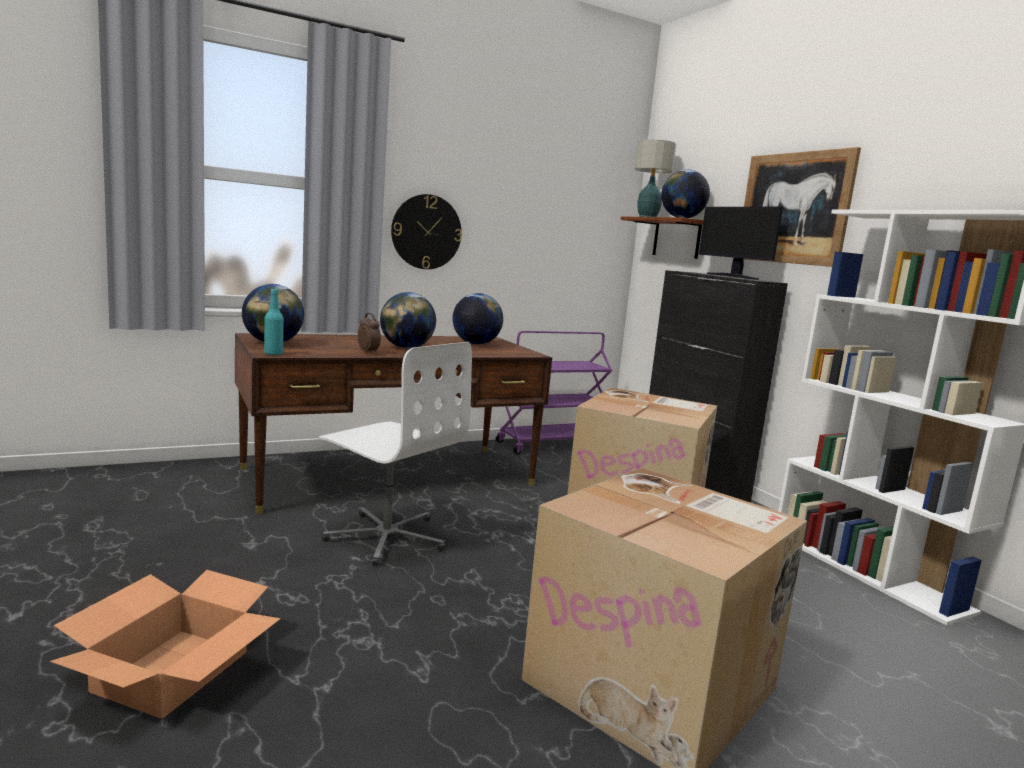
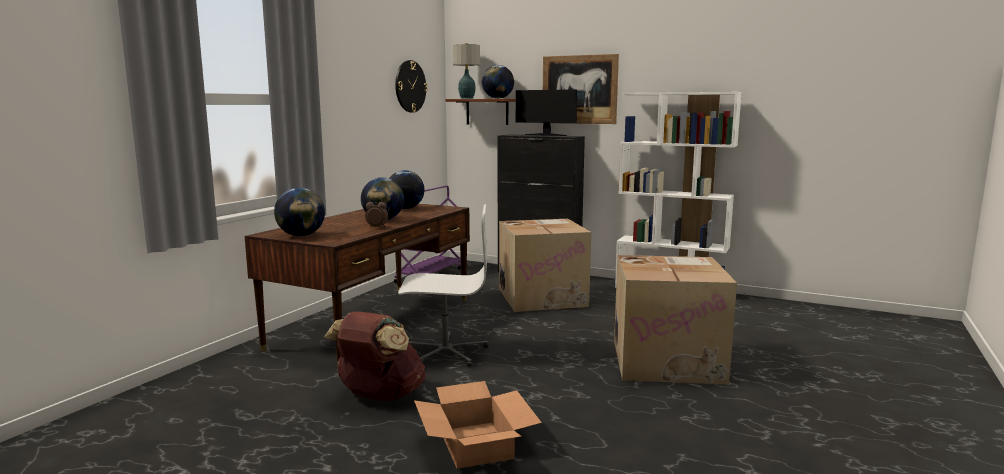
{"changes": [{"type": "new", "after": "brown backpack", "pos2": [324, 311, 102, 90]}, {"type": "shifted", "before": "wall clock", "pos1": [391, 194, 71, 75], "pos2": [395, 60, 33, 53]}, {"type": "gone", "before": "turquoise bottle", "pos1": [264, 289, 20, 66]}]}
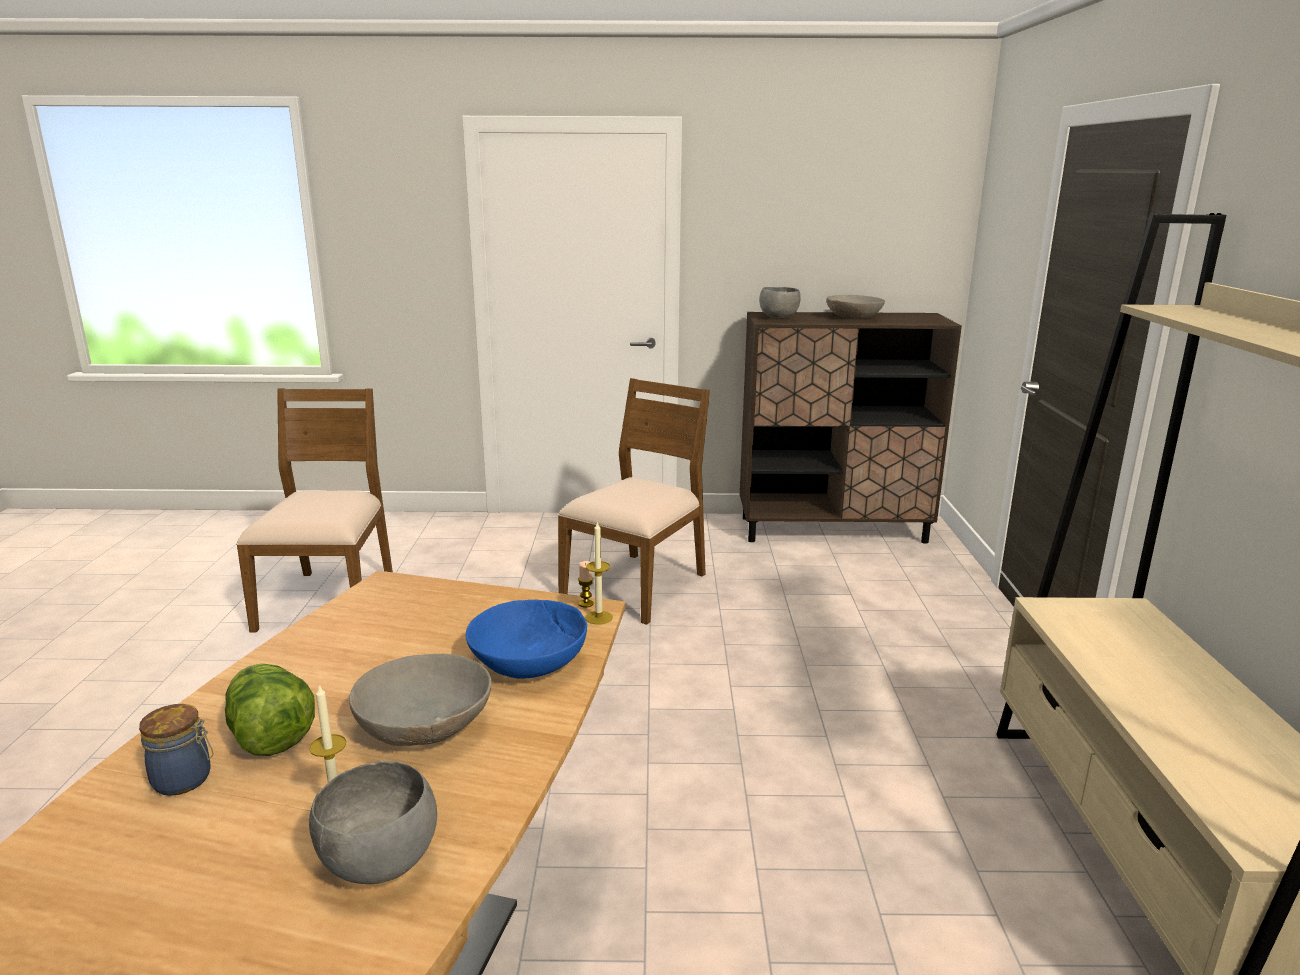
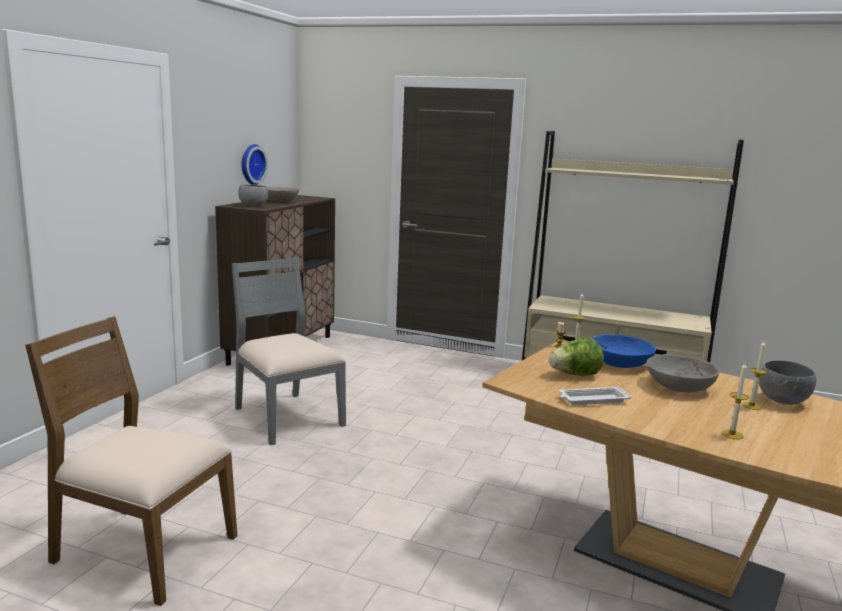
{"changes": [{"type": "repainted", "before": "brown chair", "after": "grey chair", "pos1": [558, 378, 152, 247], "pos2": [232, 257, 114, 188]}, {"type": "new", "after": "wall clock", "pos2": [241, 144, 27, 41]}, {"type": "shifted", "before": "lettuce", "pos1": [225, 663, 90, 93], "pos2": [549, 338, 55, 38]}, {"type": "new", "after": "white tray", "pos2": [559, 386, 73, 19]}, {"type": "swapped", "before": "jar", "after": "candle", "pos1": [139, 704, 75, 92], "pos2": [721, 363, 28, 76]}]}
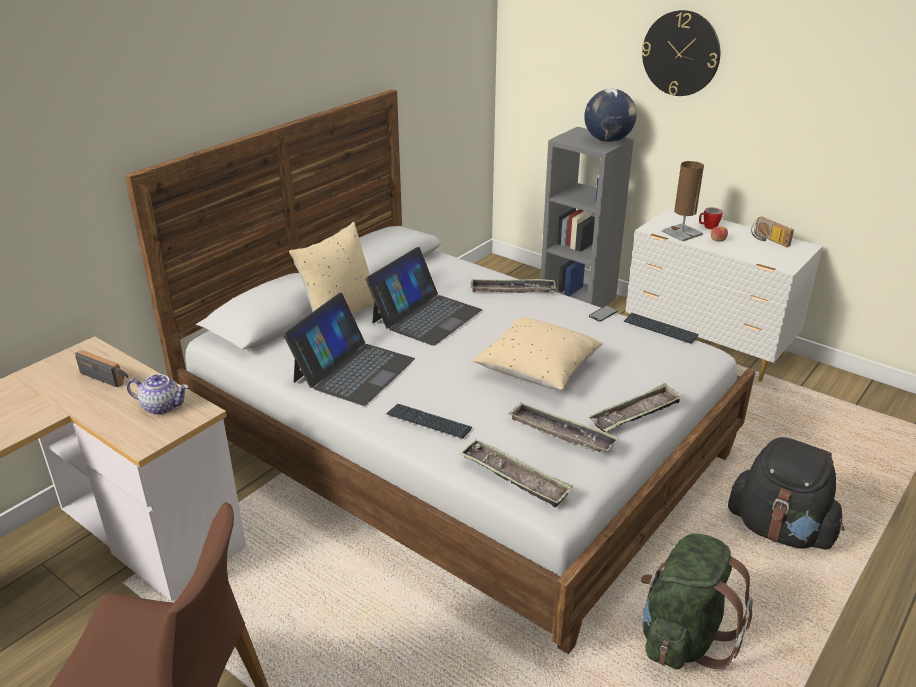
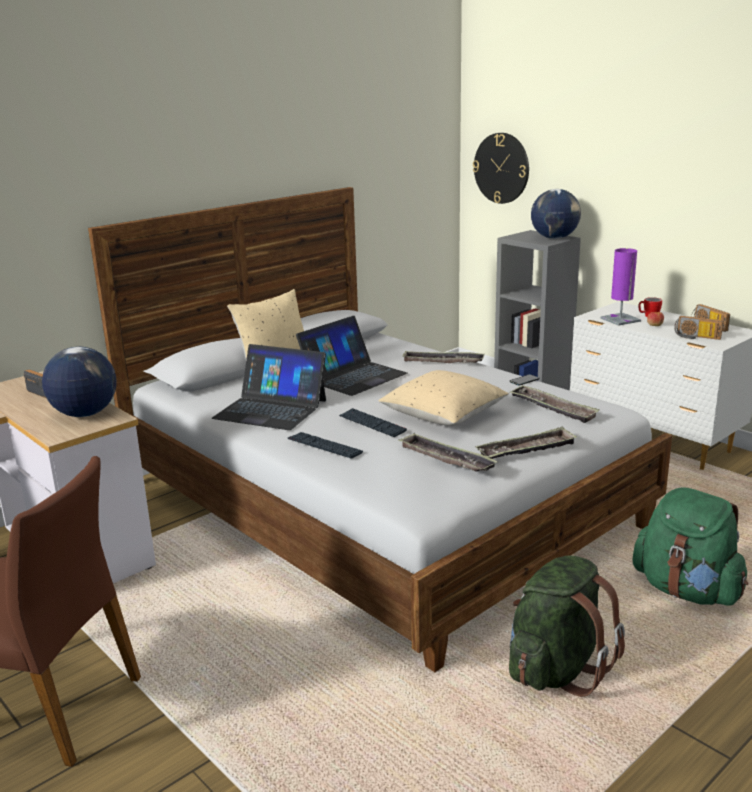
{"changes": [{"type": "swapped", "before": "teapot", "after": "globe", "pos1": [127, 374, 61, 41], "pos2": [42, 347, 75, 70]}, {"type": "rotated", "before": "laptop", "pos1": [283, 293, 132, 113], "pos2": [212, 344, 114, 86], "turn": 75}, {"type": "shifted", "before": "keyboard", "pos1": [624, 313, 74, 31], "pos2": [339, 408, 68, 29]}, {"type": "shifted", "before": "wall clock", "pos1": [642, 10, 78, 86], "pos2": [473, 133, 56, 71]}, {"type": "shifted", "before": "tray", "pos1": [459, 439, 114, 69], "pos2": [510, 385, 90, 38]}, {"type": "repainted", "before": "brown table lamp", "after": "purple table lamp", "pos1": [662, 161, 42, 81], "pos2": [600, 248, 41, 78]}, {"type": "repainted", "before": "black backpack", "after": "green backpack", "pos1": [728, 437, 117, 112], "pos2": [633, 487, 115, 119]}, {"type": "new", "after": "radio", "pos2": [674, 316, 49, 24]}]}
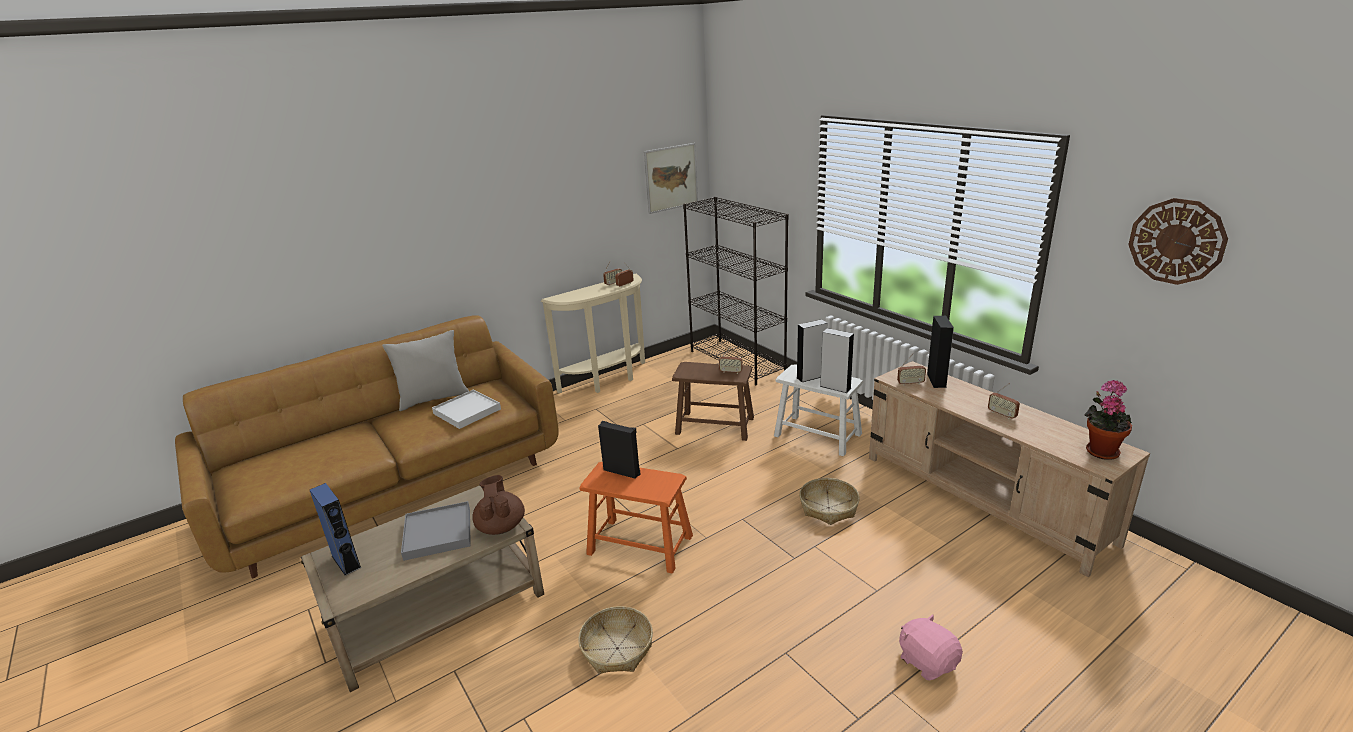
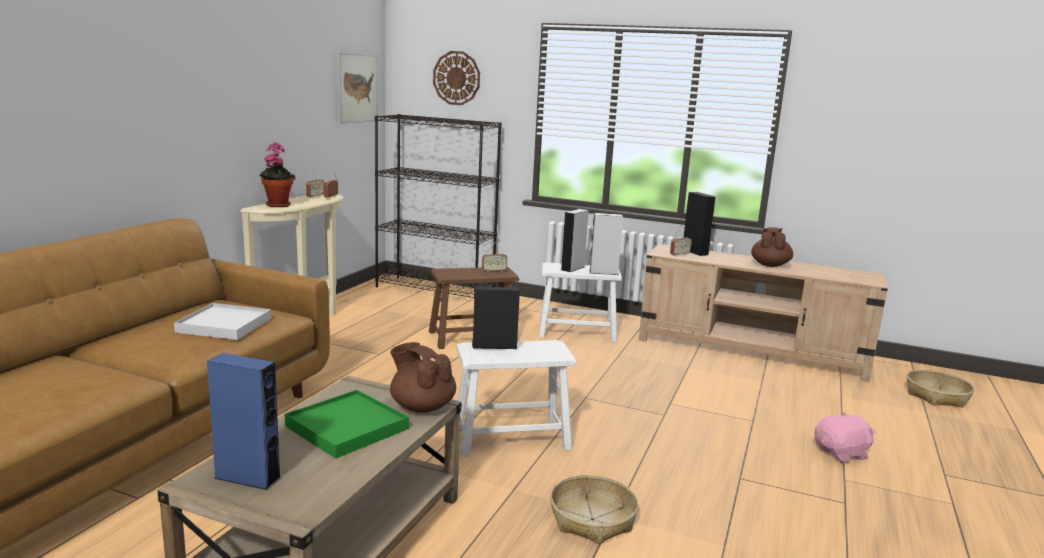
{"changes": [{"type": "shifted", "before": "potted plant", "pos1": [1085, 380, 47, 80], "pos2": [260, 142, 35, 65]}, {"type": "repainted", "before": "grey tray", "after": "green tray", "pos1": [401, 501, 70, 60], "pos2": [285, 390, 124, 69]}, {"type": "shifted", "before": "wall clock", "pos1": [1128, 198, 100, 87], "pos2": [433, 51, 47, 54]}, {"type": "repainted", "before": "orange stool", "after": "white stool", "pos1": [580, 462, 113, 111], "pos2": [456, 340, 120, 117]}, {"type": "swapped", "before": "radio", "after": "brown teapot", "pos1": [988, 383, 32, 36], "pos2": [751, 227, 42, 40]}, {"type": "rotated", "before": "pink plush toy", "pos1": [899, 614, 64, 66], "pos2": [814, 412, 63, 51], "turn": 135}, {"type": "shifted", "before": "basket", "pos1": [799, 478, 61, 47], "pos2": [907, 369, 68, 39]}, {"type": "gone", "before": "grey pillow", "pos1": [382, 330, 87, 81]}]}
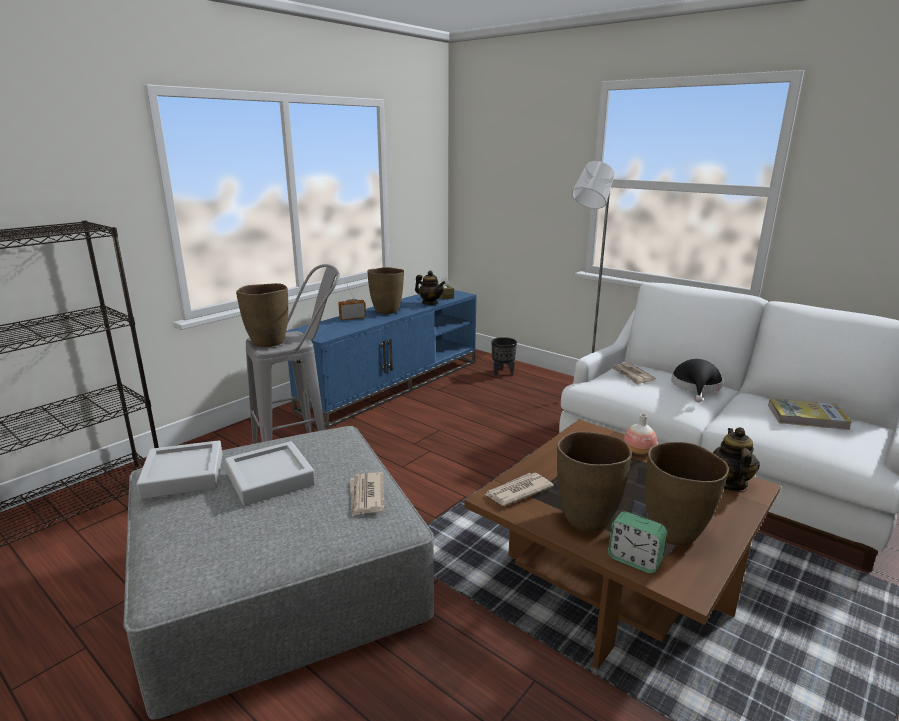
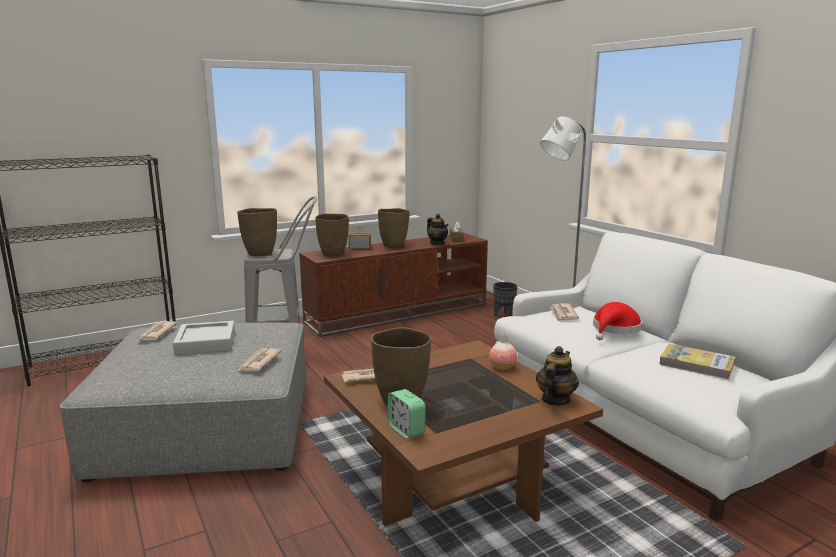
{"changes": [{"type": "swapped", "before": "grey tray", "after": "newspaper", "pos1": [136, 440, 86, 59], "pos2": [137, 321, 40, 20]}, {"type": "repainted", "before": "blue tv stand", "after": "brown tv stand", "pos1": [286, 290, 191, 139], "pos2": [299, 233, 189, 104]}, {"type": "shifted", "before": "brown vase", "pos1": [645, 442, 84, 104], "pos2": [315, 214, 34, 43]}, {"type": "repainted", "before": "black hat", "after": "red hat", "pos1": [671, 359, 52, 44], "pos2": [593, 302, 49, 38]}]}
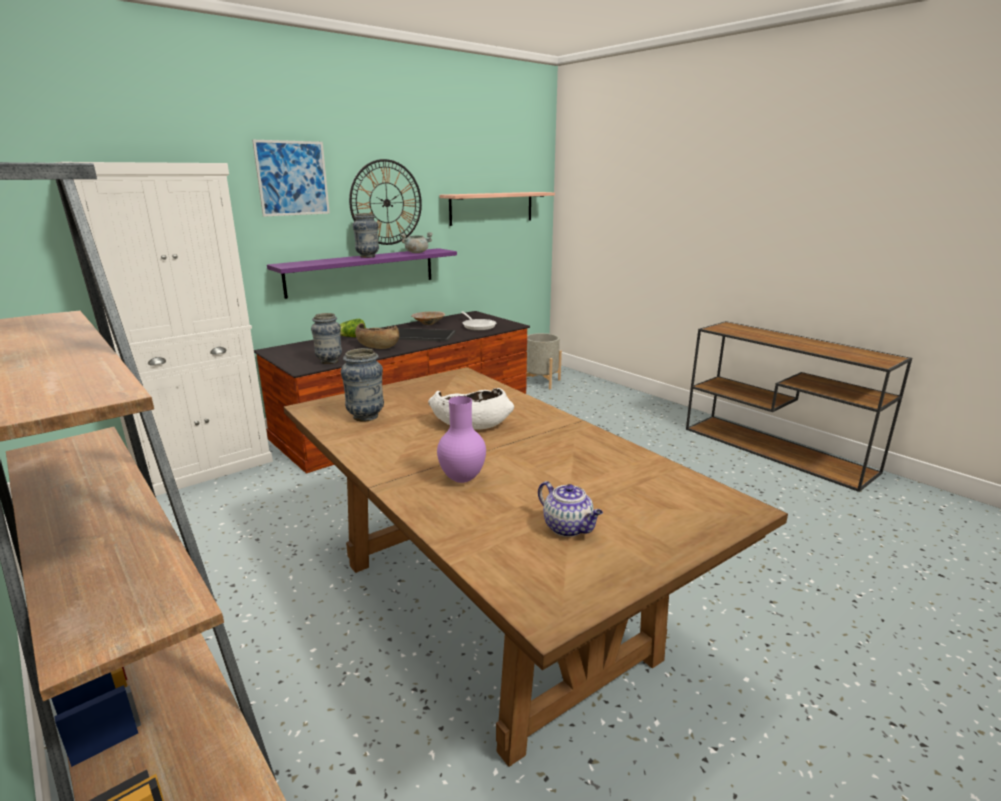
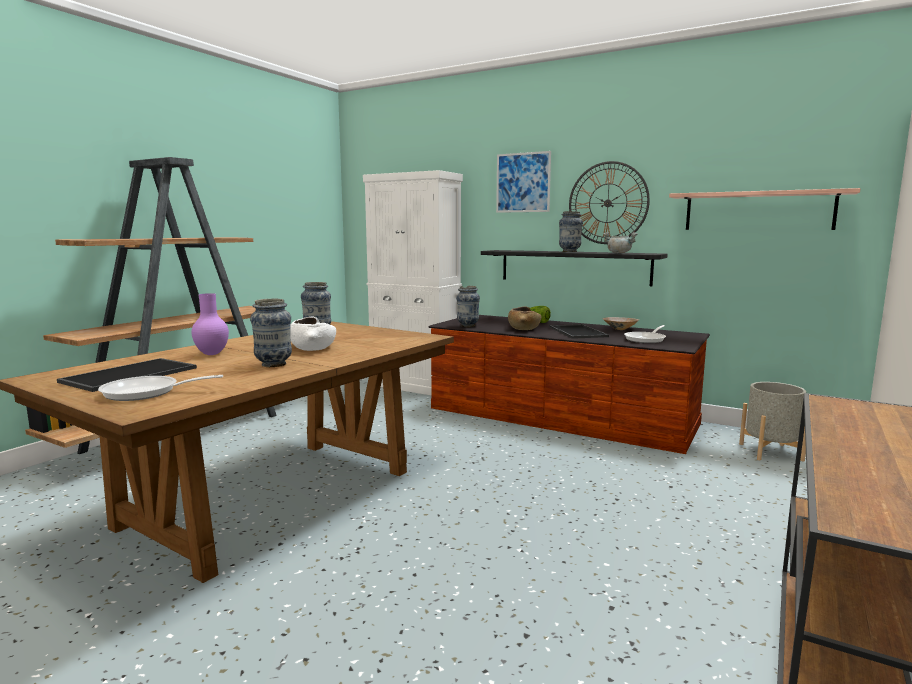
{"changes": [{"type": "swapped", "before": "teapot", "after": "tray", "pos1": [538, 481, 65, 56], "pos2": [57, 358, 140, 34]}, {"type": "new", "after": "frying pan", "pos2": [98, 375, 125, 26]}, {"type": "new", "after": "vase", "pos2": [250, 299, 42, 68]}, {"type": "repainted", "before": "purple shelf", "after": "black shelf", "pos1": [267, 248, 190, 51], "pos2": [481, 250, 187, 36]}]}
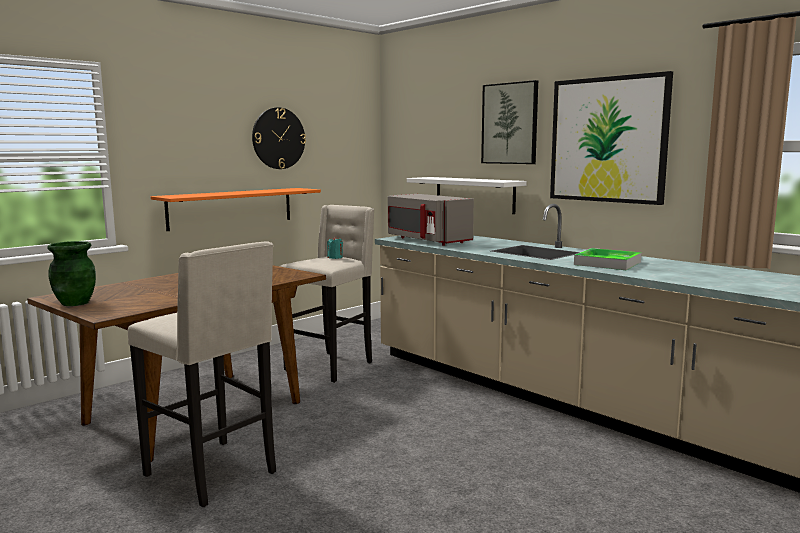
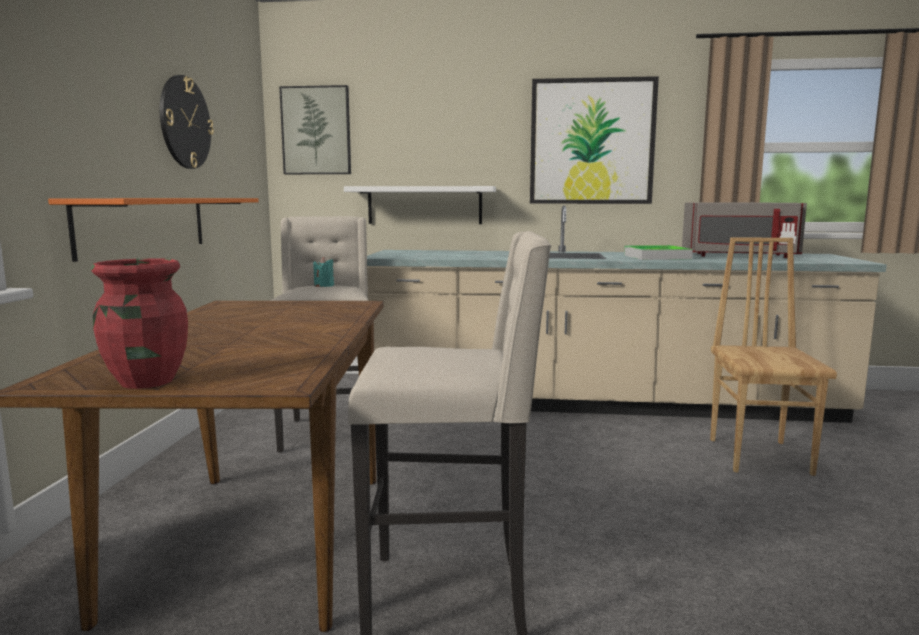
{"changes": [{"type": "repainted", "before": "green vase", "after": "red vase", "pos1": [47, 241, 49, 65], "pos2": [91, 258, 97, 131]}, {"type": "shifted", "before": "picture", "pos1": [481, 80, 57, 84], "pos2": [279, 85, 72, 89]}, {"type": "shifted", "before": "grey microwave", "pos1": [388, 194, 86, 52], "pos2": [682, 202, 125, 56]}, {"type": "new", "after": "brown chair", "pos2": [710, 237, 127, 239]}]}
